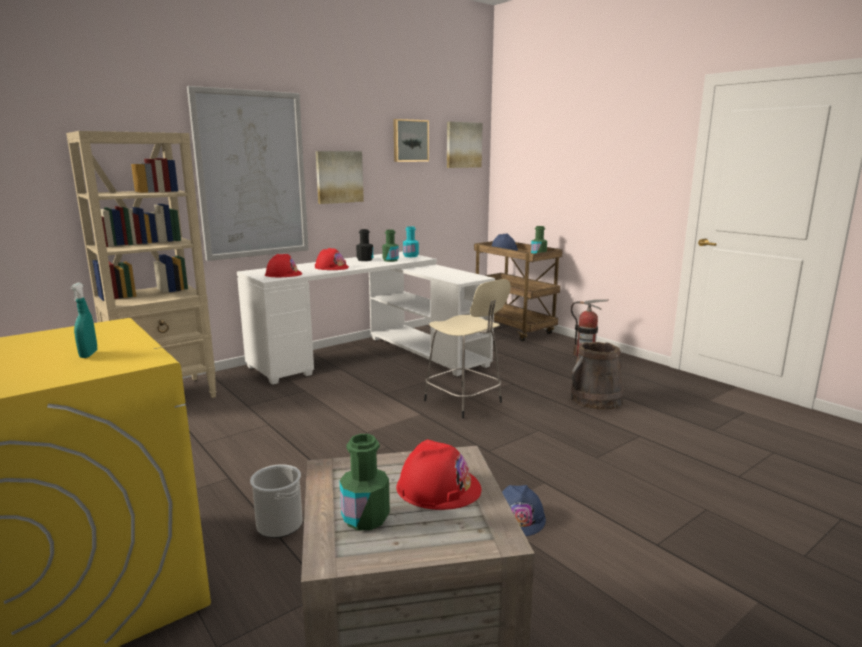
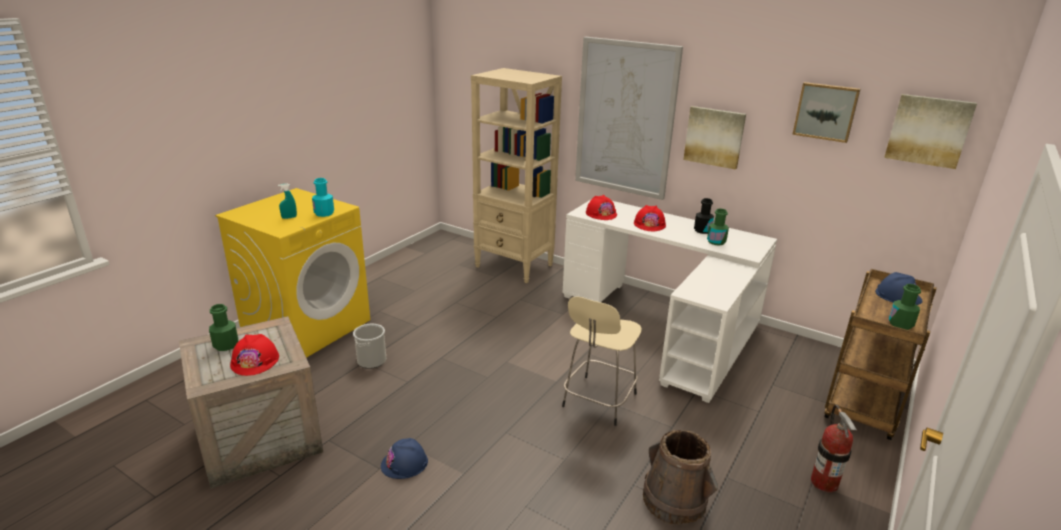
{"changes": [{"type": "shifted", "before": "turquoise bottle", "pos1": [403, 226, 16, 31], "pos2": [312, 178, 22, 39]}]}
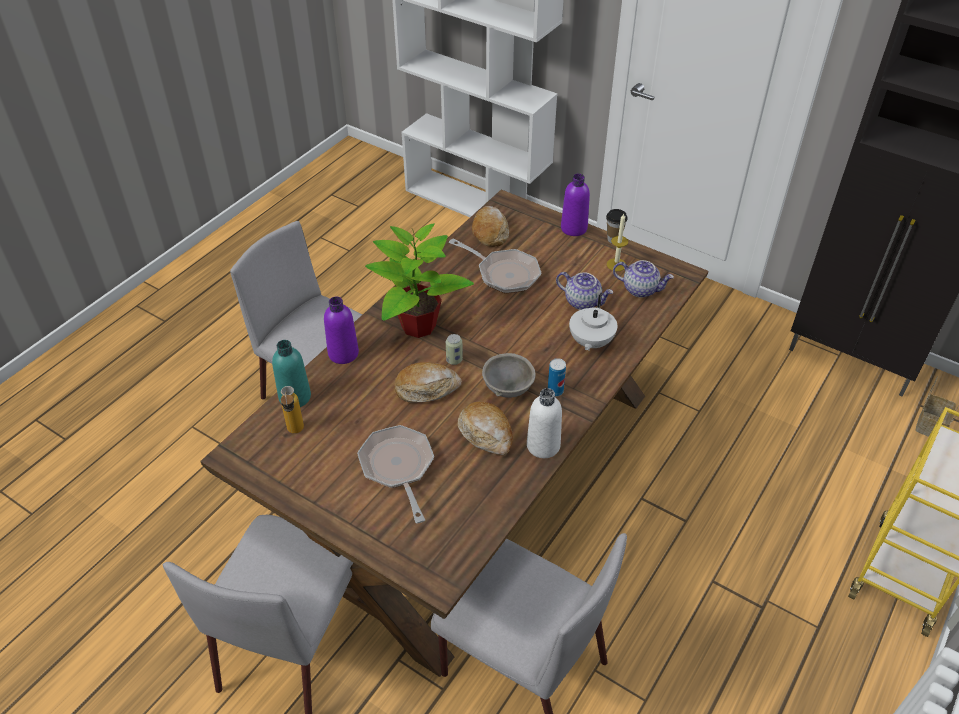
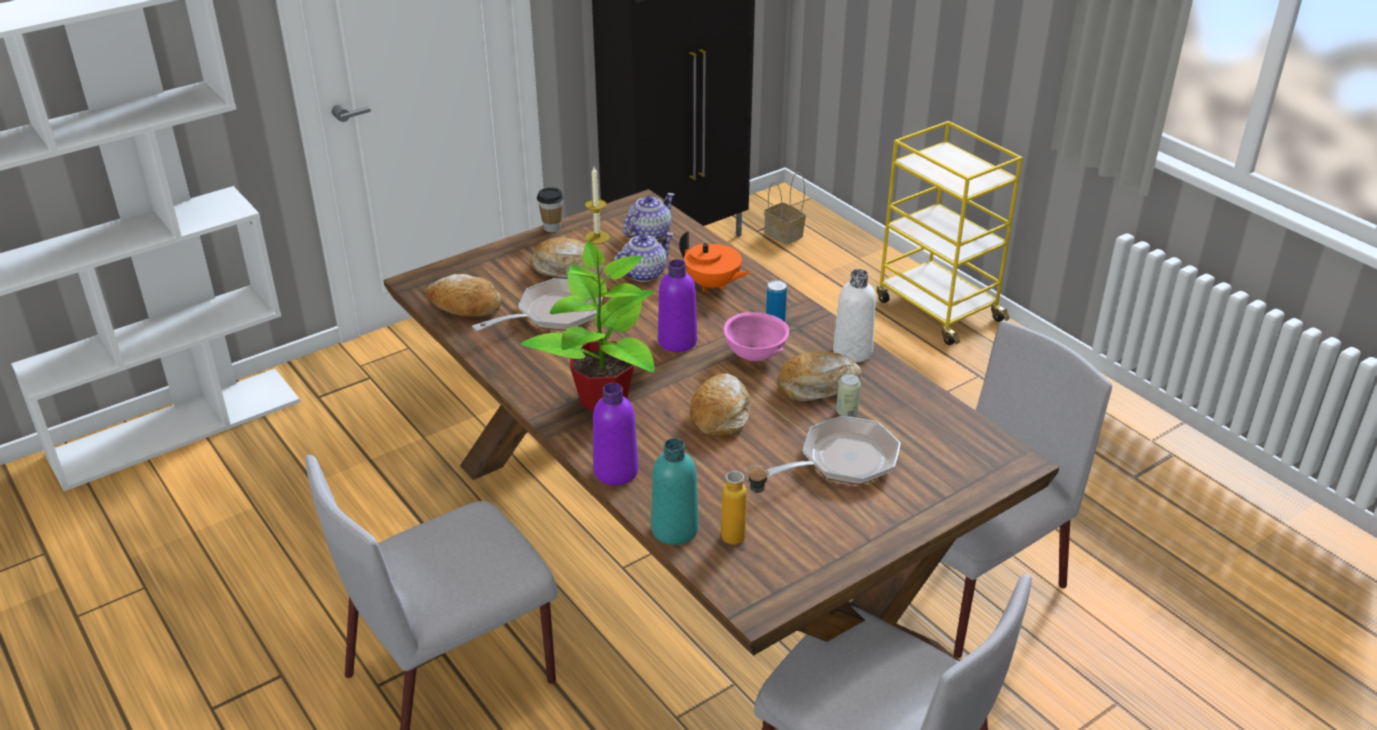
{"changes": [{"type": "new", "after": "bread", "pos2": [531, 237, 73, 41]}, {"type": "shifted", "before": "purple bottle", "pos1": [561, 173, 29, 63], "pos2": [658, 259, 39, 93]}, {"type": "repainted", "before": "white teapot", "after": "orange teapot", "pos1": [569, 295, 48, 56], "pos2": [679, 231, 72, 60]}, {"type": "repainted", "before": "grey bowl", "after": "pink bowl", "pos1": [482, 353, 54, 45], "pos2": [723, 312, 66, 49]}, {"type": "rotated", "before": "frying pan", "pos1": [357, 425, 77, 98], "pos2": [765, 416, 136, 69], "turn": 150}, {"type": "shifted", "before": "can", "pos1": [446, 334, 17, 31], "pos2": [836, 374, 25, 43]}]}
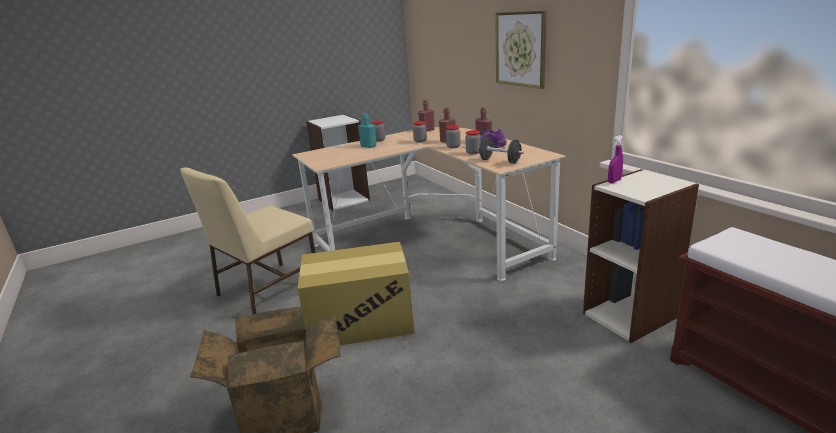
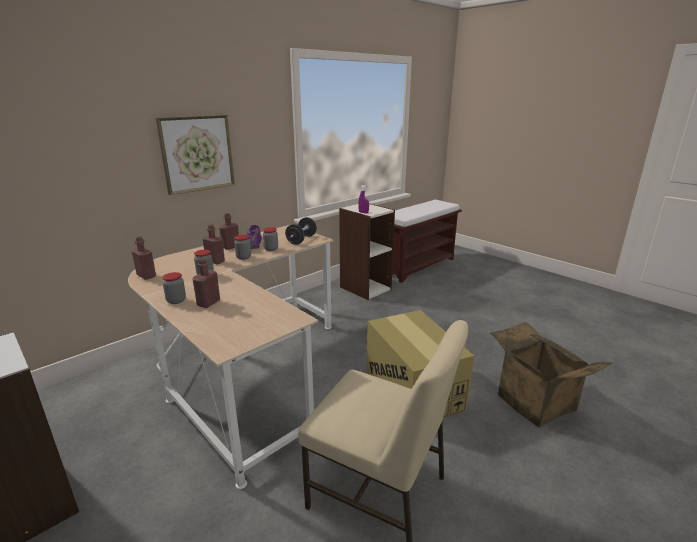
{"changes": [{"type": "repainted", "before": "turquoise bottle", "after": "red bottle", "pos1": [358, 113, 19, 35], "pos2": [192, 258, 28, 50]}]}
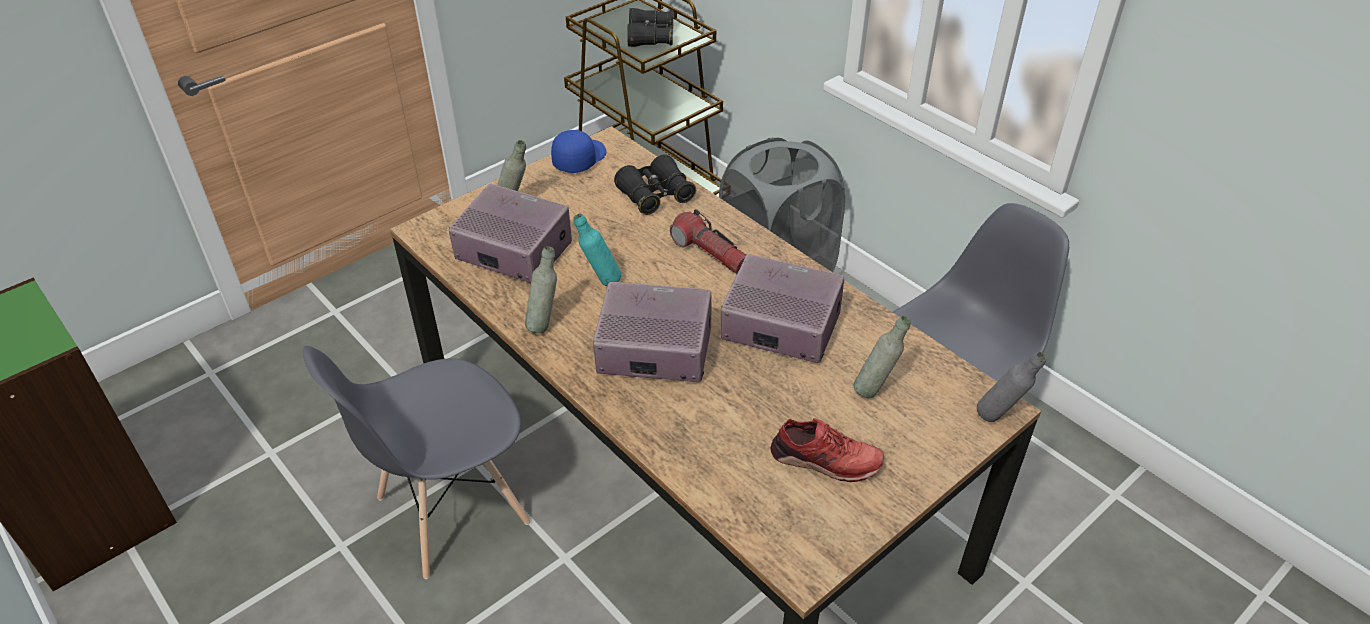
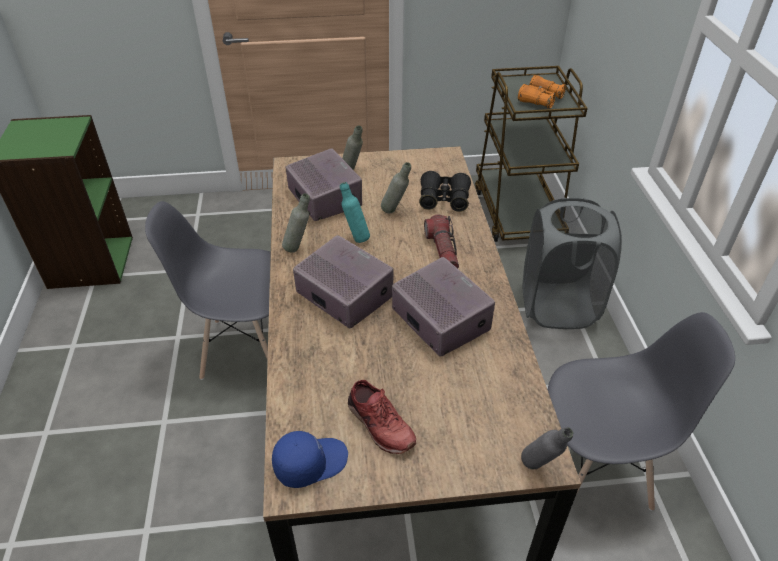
{"changes": [{"type": "shifted", "before": "blue cap", "pos1": [551, 130, 55, 43], "pos2": [272, 431, 76, 57]}, {"type": "shifted", "before": "grey bottle", "pos1": [854, 316, 57, 82], "pos2": [381, 162, 30, 51]}, {"type": "repainted", "before": "black binoculars", "after": "orange binoculars", "pos1": [627, 8, 46, 39], "pos2": [518, 75, 48, 34]}]}
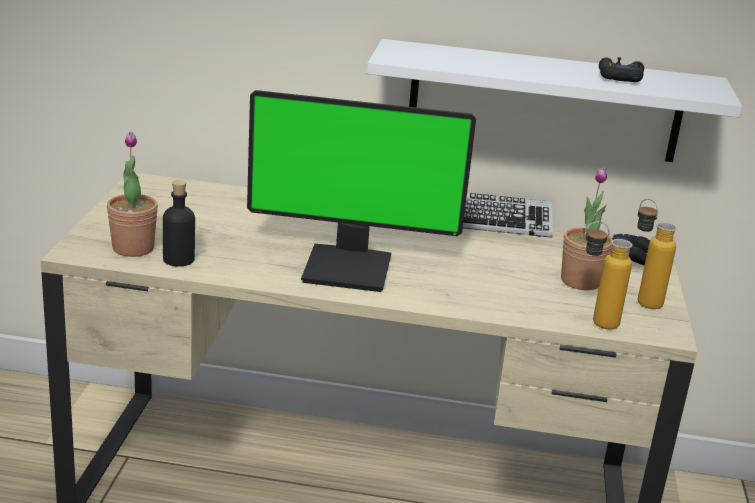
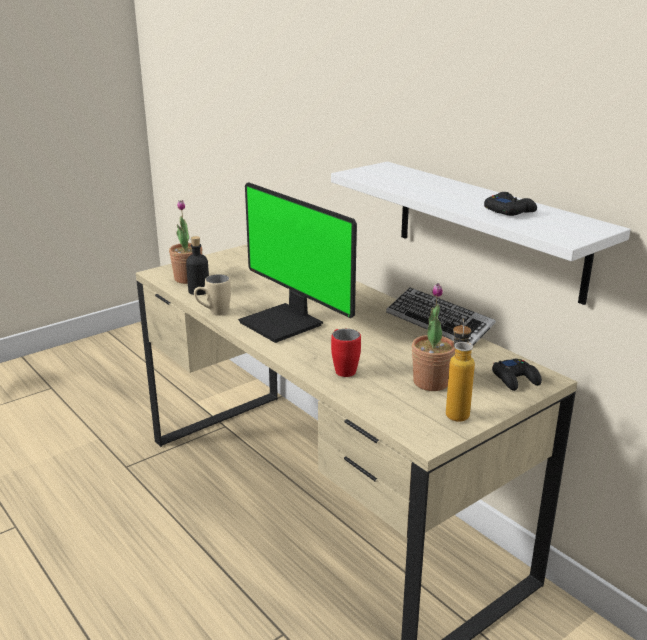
{"changes": [{"type": "new", "after": "beige mug", "pos2": [194, 274, 37, 42]}, {"type": "new", "after": "red mug", "pos2": [331, 329, 30, 48]}, {"type": "gone", "before": "bottle", "pos1": [585, 222, 47, 107]}]}
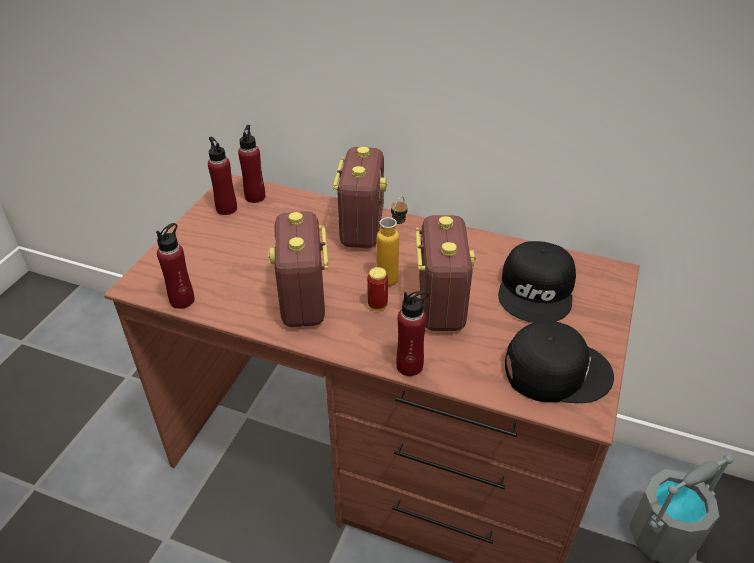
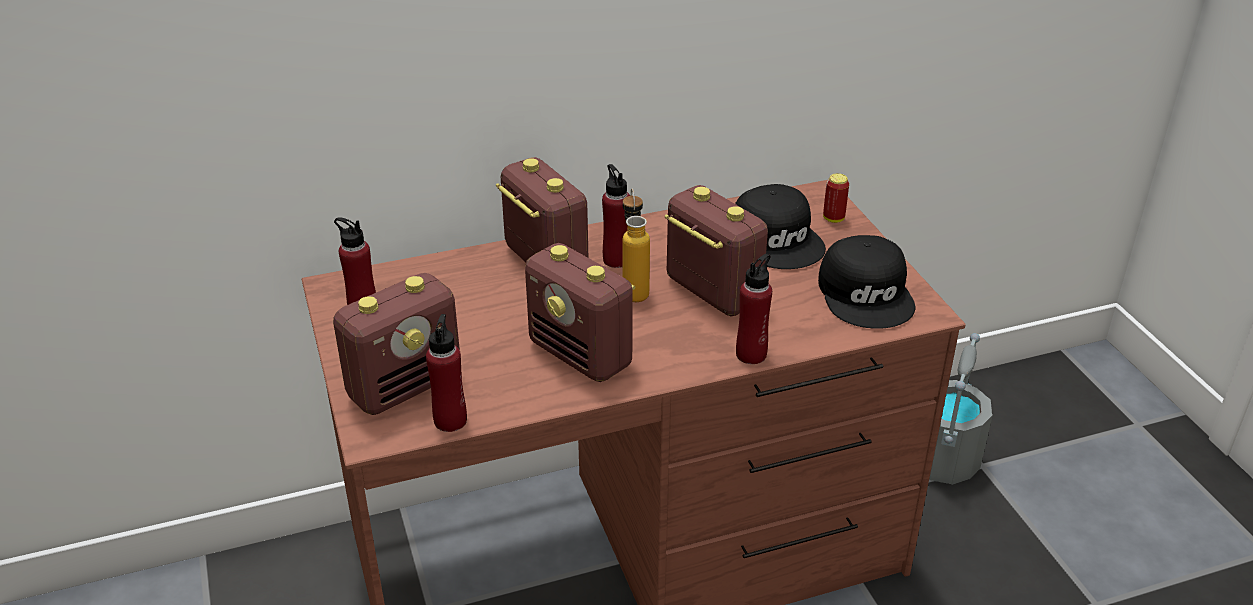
{"changes": [{"type": "new", "after": "radio", "pos2": [333, 273, 127, 142]}, {"type": "shifted", "before": "red bottle", "pos1": [238, 125, 27, 78], "pos2": [602, 164, 28, 104]}, {"type": "rotated", "before": "black cap", "pos1": [505, 320, 109, 83], "pos2": [818, 235, 97, 94], "turn": 120}, {"type": "shifted", "before": "can", "pos1": [367, 267, 21, 44], "pos2": [823, 173, 26, 50]}]}
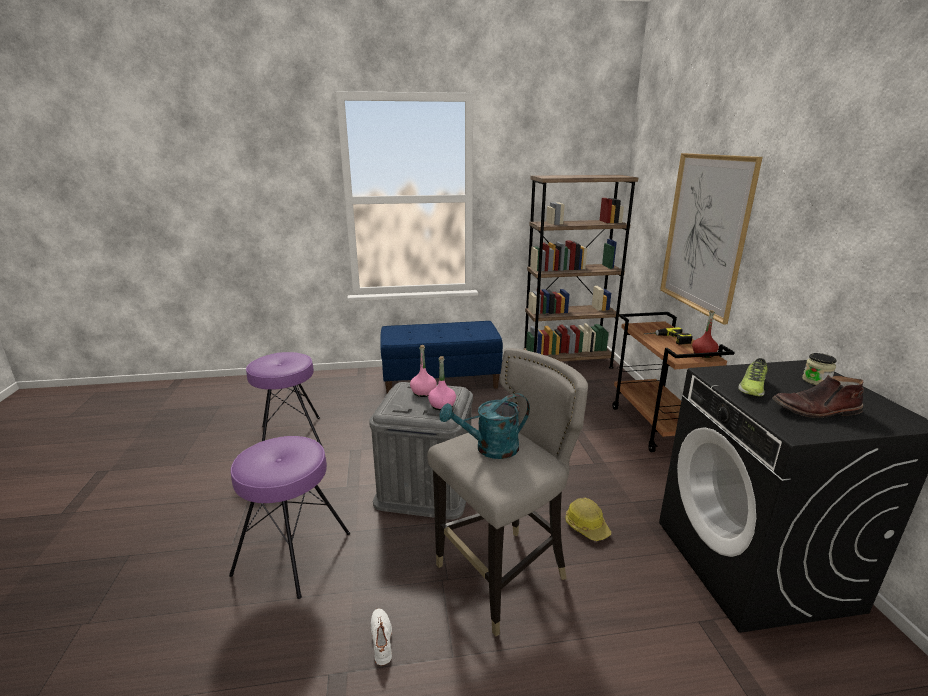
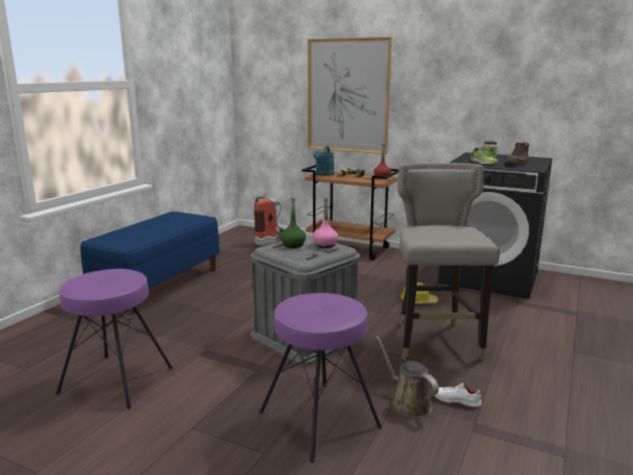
{"changes": [{"type": "new", "after": "fire extinguisher", "pos2": [254, 194, 30, 52]}, {"type": "repainted", "before": "pink bottle", "after": "green bottle", "pos1": [410, 345, 27, 52], "pos2": [281, 197, 25, 51]}, {"type": "shifted", "before": "turquoise watering can", "pos1": [439, 393, 91, 66], "pos2": [313, 147, 21, 29]}, {"type": "new", "after": "brown watering can", "pos2": [376, 336, 63, 82]}, {"type": "gone", "before": "brown bookcase", "pos1": [523, 175, 115, 194]}]}
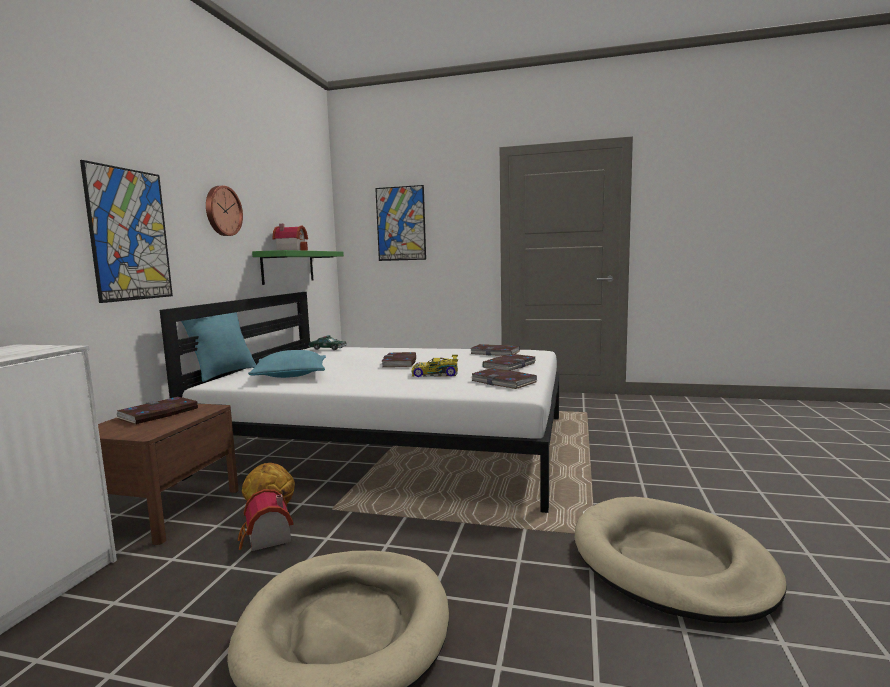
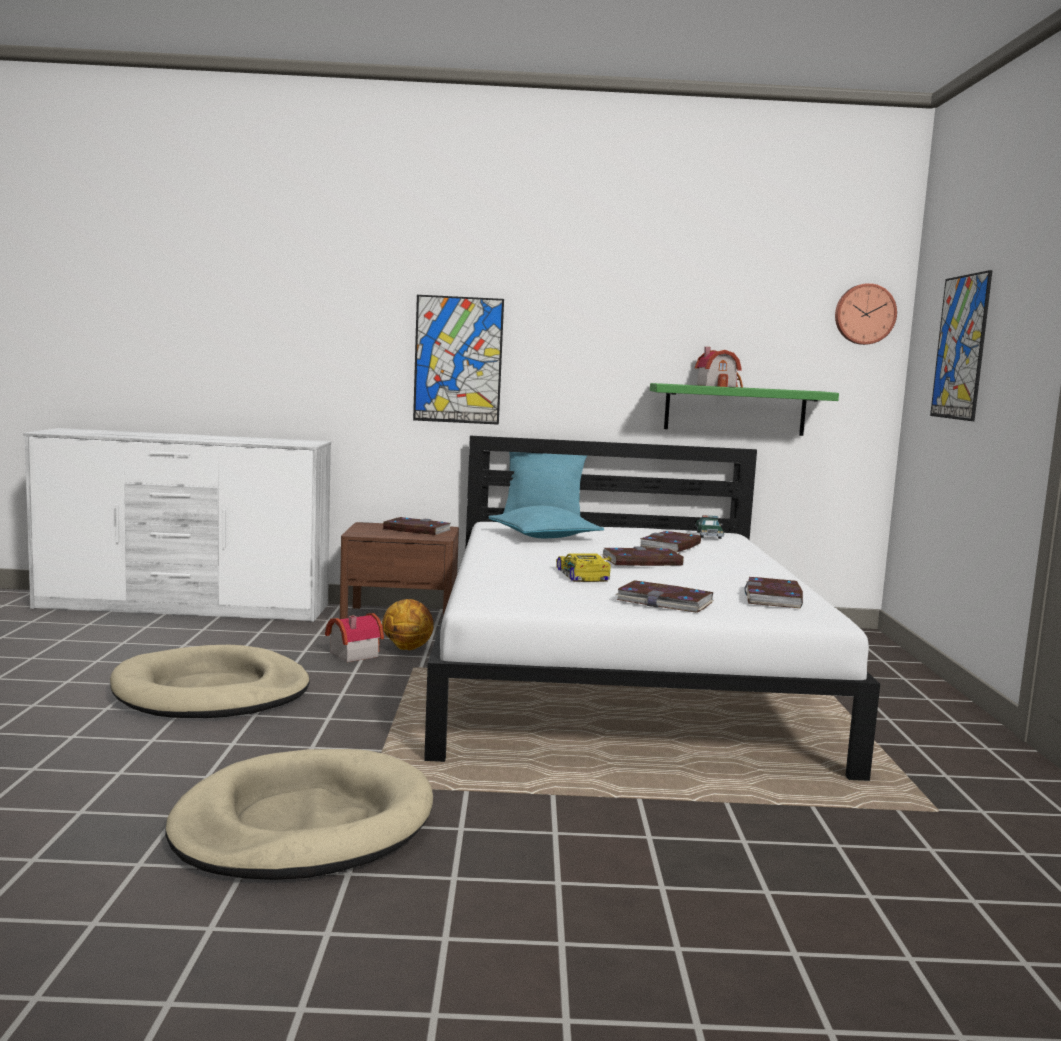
{"changes": [{"type": "shifted", "before": "book", "pos1": [471, 368, 66, 21], "pos2": [640, 531, 61, 21]}, {"type": "shifted", "before": "wall clock", "pos1": [206, 186, 37, 50], "pos2": [835, 283, 62, 62]}]}
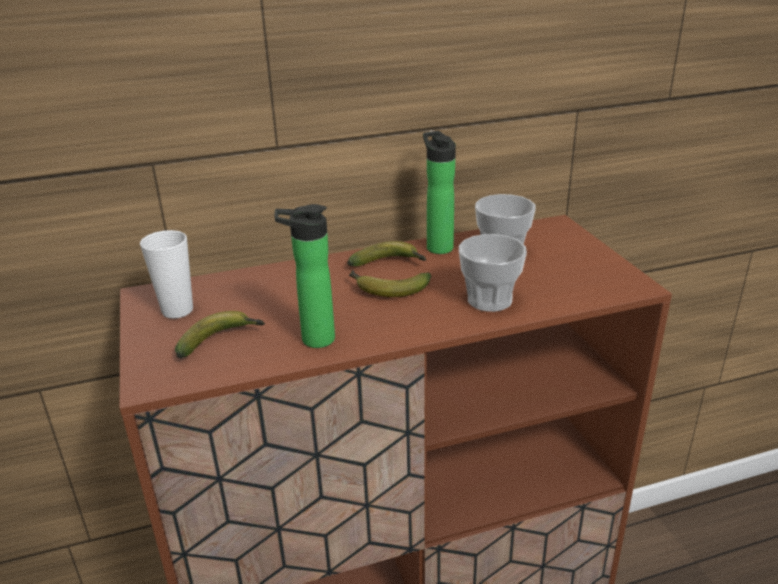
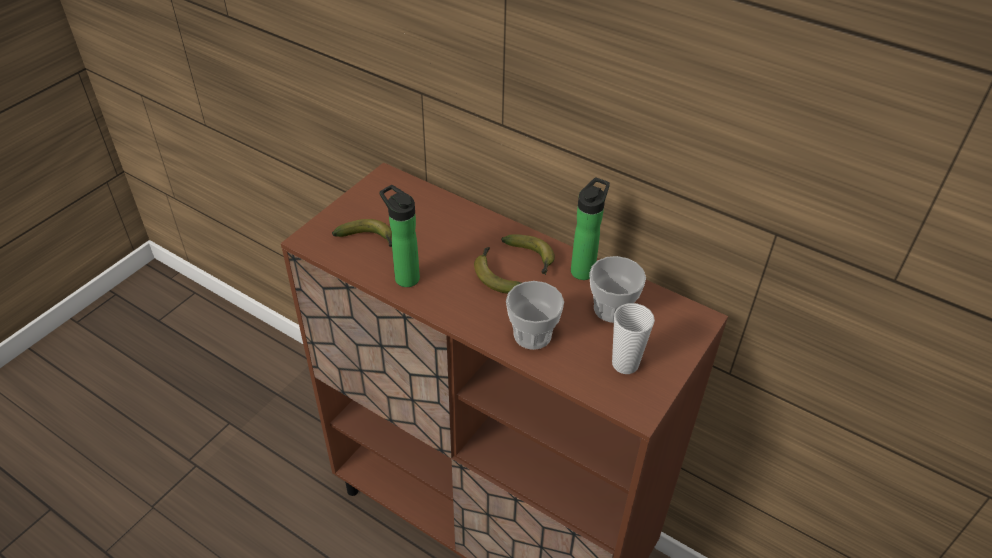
{"changes": [{"type": "shifted", "before": "cup", "pos1": [140, 230, 53, 89], "pos2": [612, 303, 43, 71]}]}
